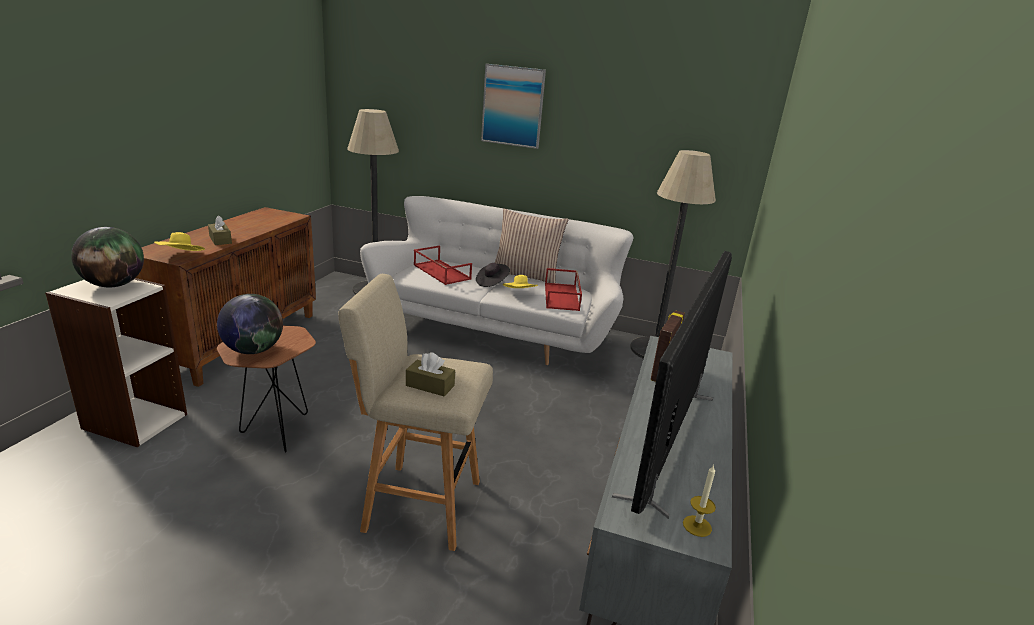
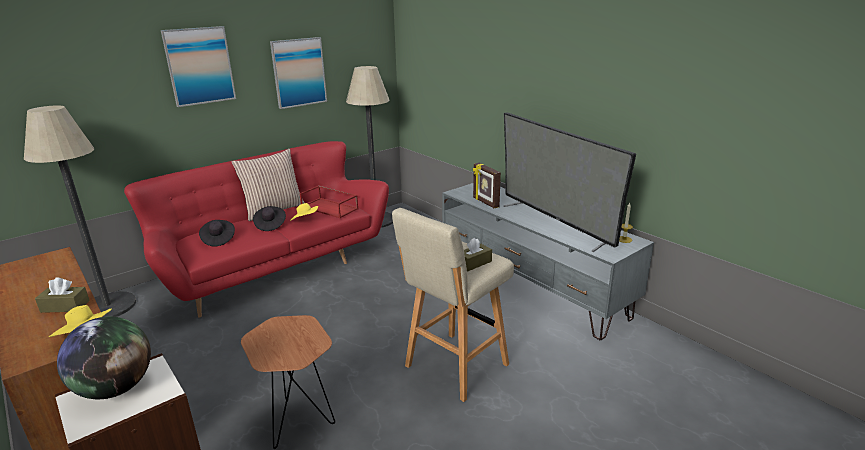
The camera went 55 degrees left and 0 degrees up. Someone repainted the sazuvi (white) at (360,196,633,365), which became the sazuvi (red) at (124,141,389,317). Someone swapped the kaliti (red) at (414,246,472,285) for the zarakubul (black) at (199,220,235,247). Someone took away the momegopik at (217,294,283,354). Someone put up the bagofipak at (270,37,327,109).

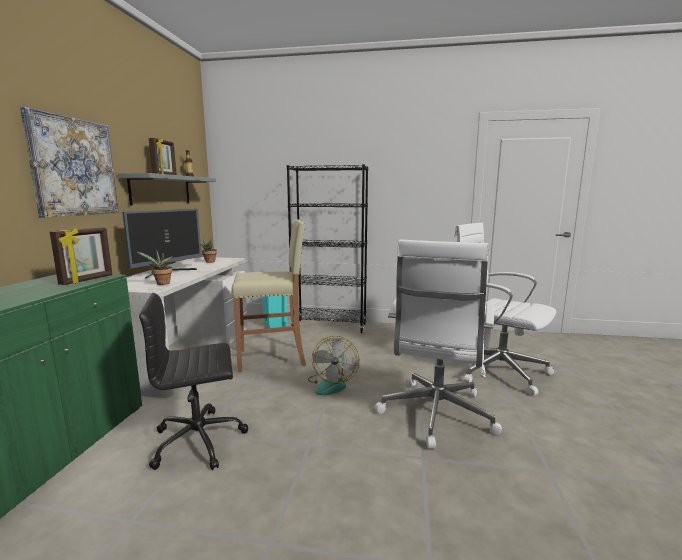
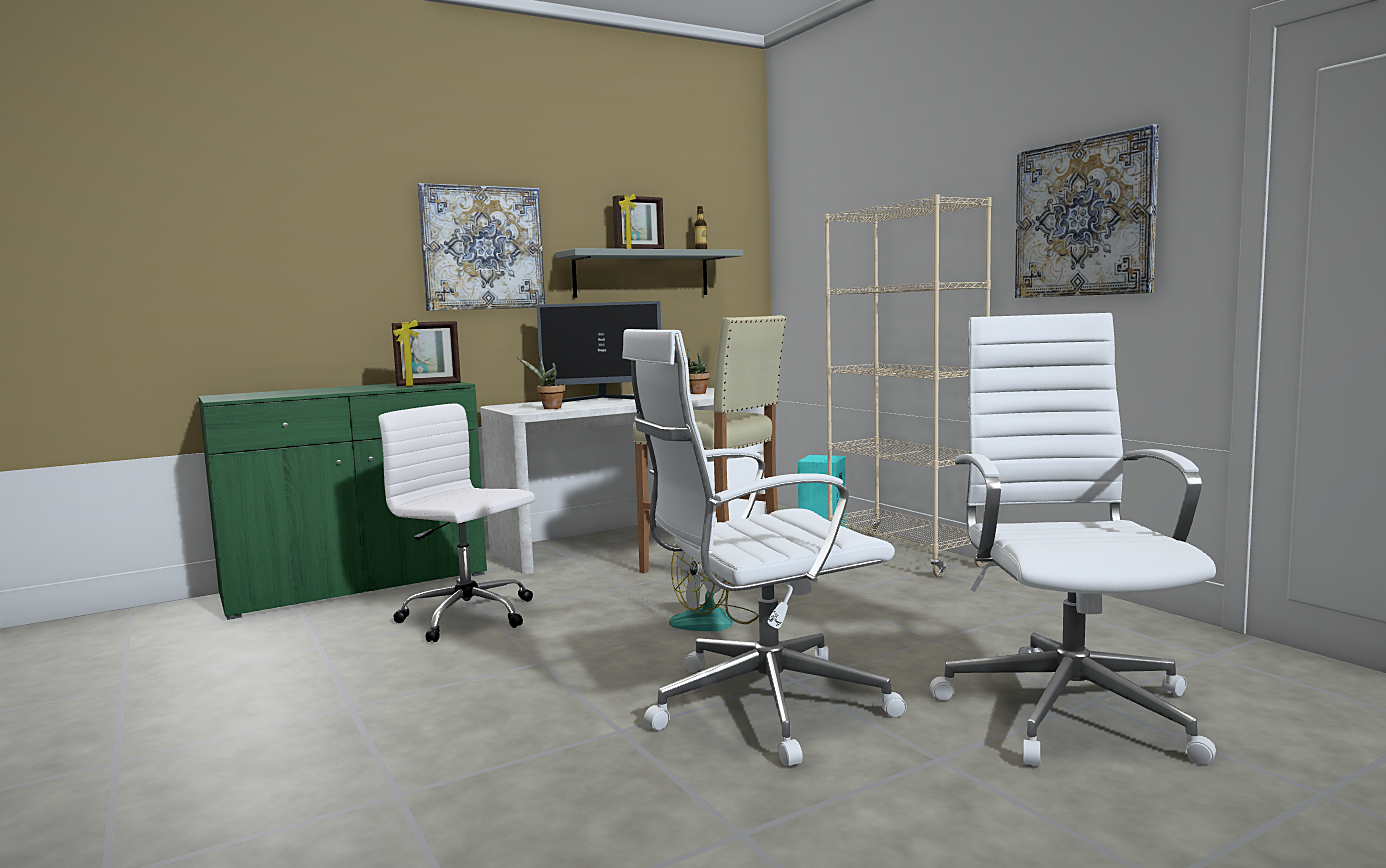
The camera went 50 degrees right and 5 degrees down. Someone repainted the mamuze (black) at (287,164,368,333), which became the mamuze (beige) at (824,195,992,577). Someone repainted the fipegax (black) at (139,293,249,470), which became the fipegax (white) at (379,403,535,642). Someone put up the bagofipak at (1015,124,1159,298).

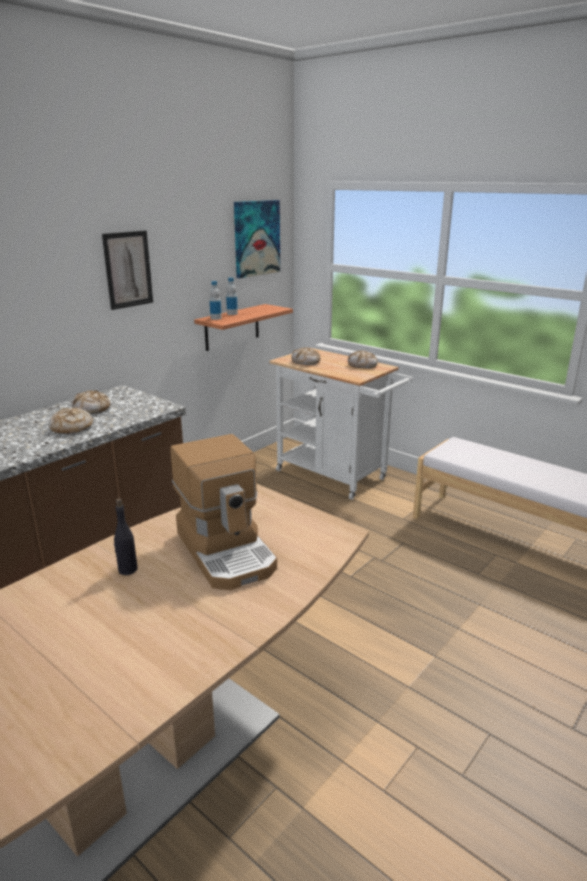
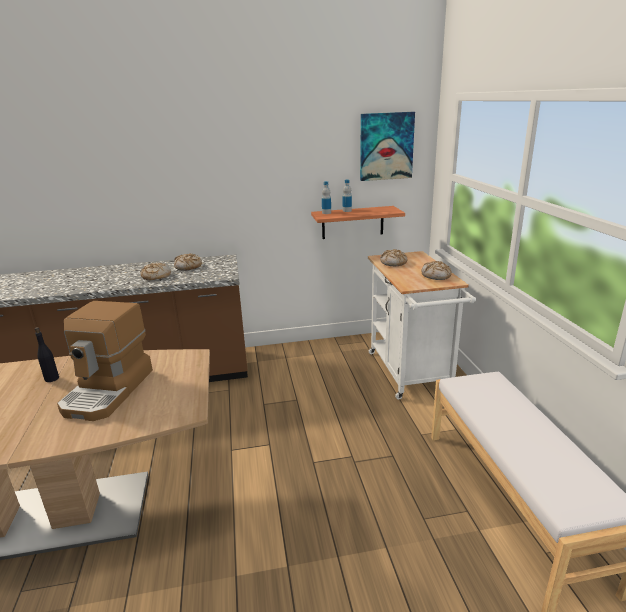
The camera went 40 degrees right and 0 degrees up. Someone took away the bagofipak at (102,230,153,310).

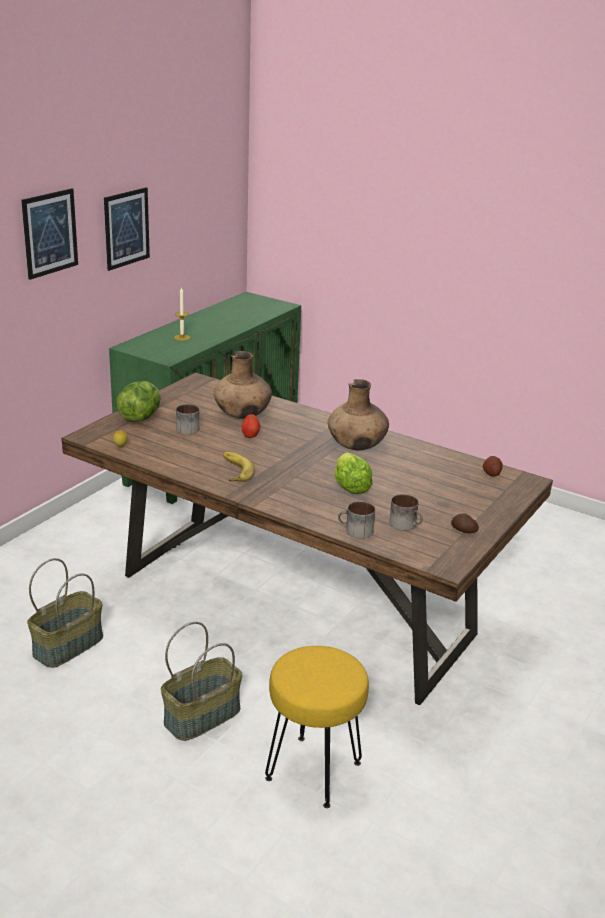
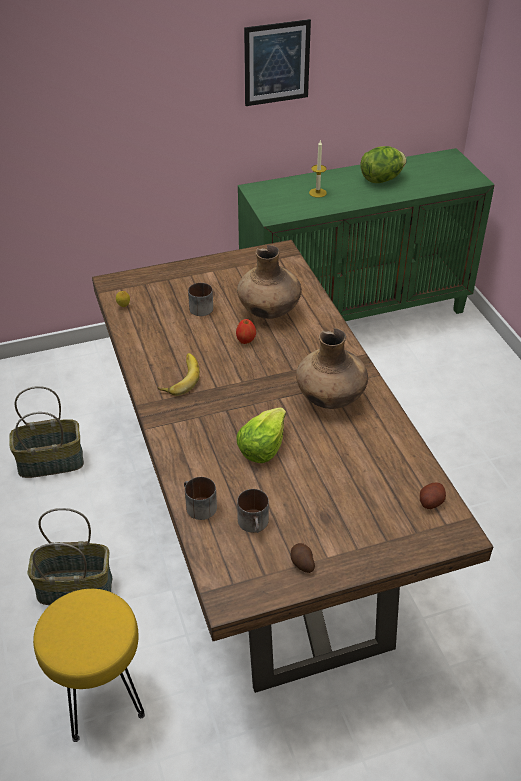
The camera went 40 degrees right and 15 degrees up. Someone took away the bagofipak at (21,188,78,280). Someone carried the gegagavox from (116,381,161,422) to (360,146,407,183).

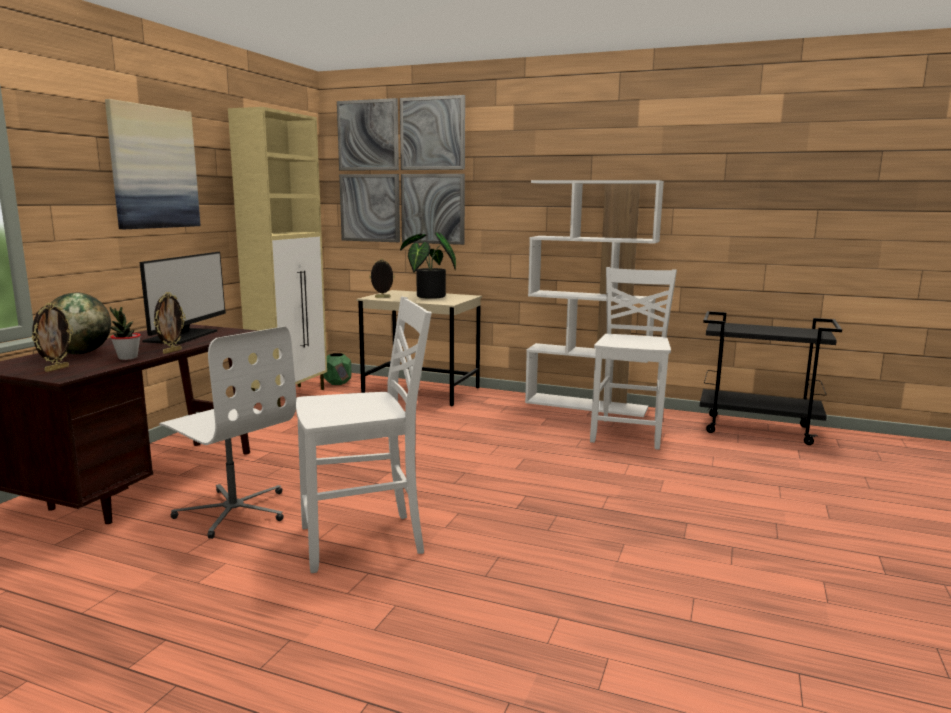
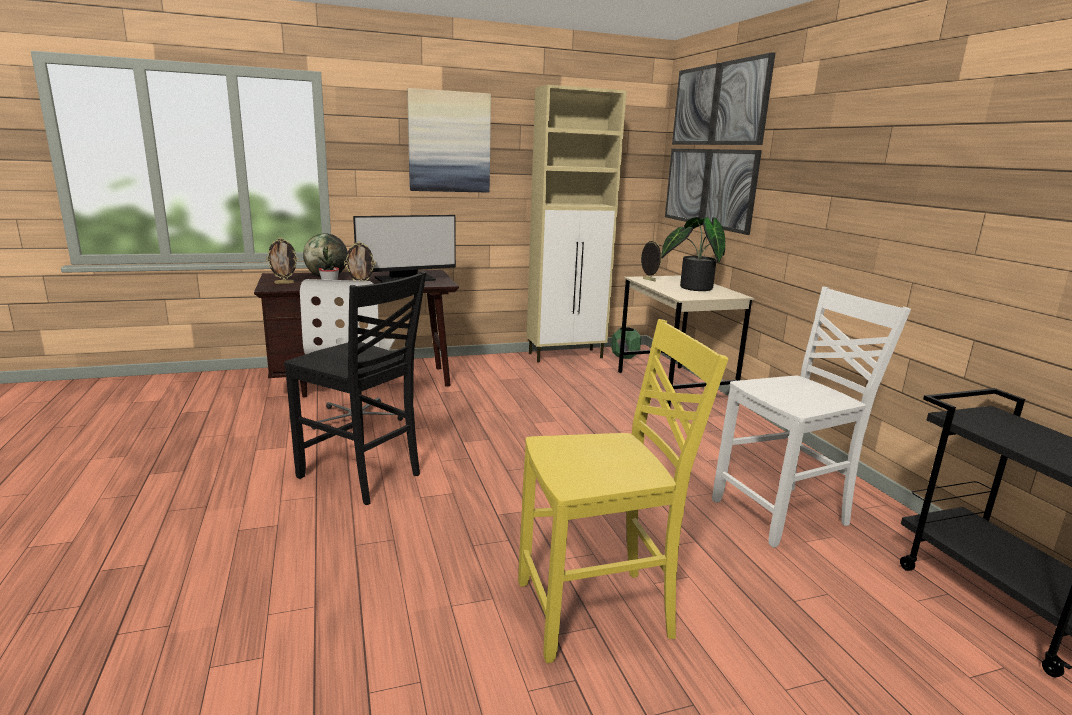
The camera went 50 degrees right and 5 degrees up. Someone took away the mamuze (white) at (525,180,664,417). Someone repainted the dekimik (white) at (296,297,432,573), which became the dekimik (black) at (284,271,426,505). Someone put down the dekimik (yellow) at (518,319,728,663).

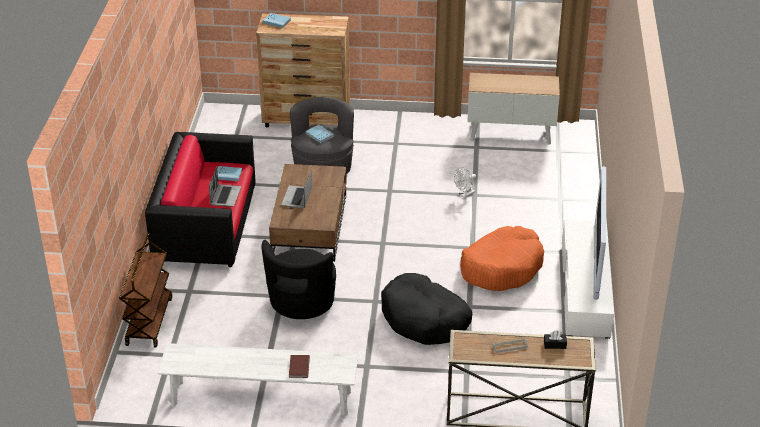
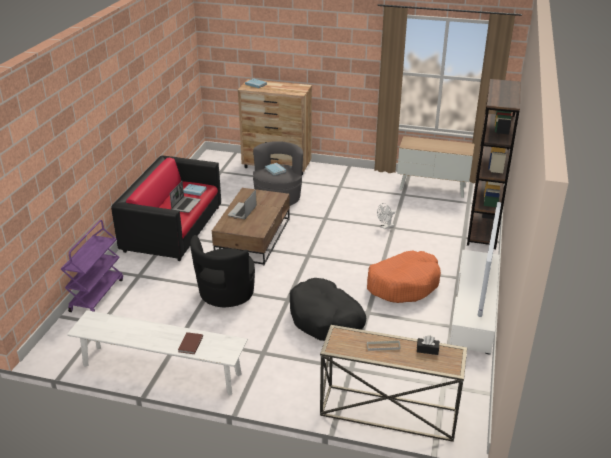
The camera went 10 degrees right and 5 degrees down. Someone repainted the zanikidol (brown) at (119,233,172,347), which became the zanikidol (purple) at (61,220,123,312). Someone put down the mamuze (brown) at (467,79,521,249).

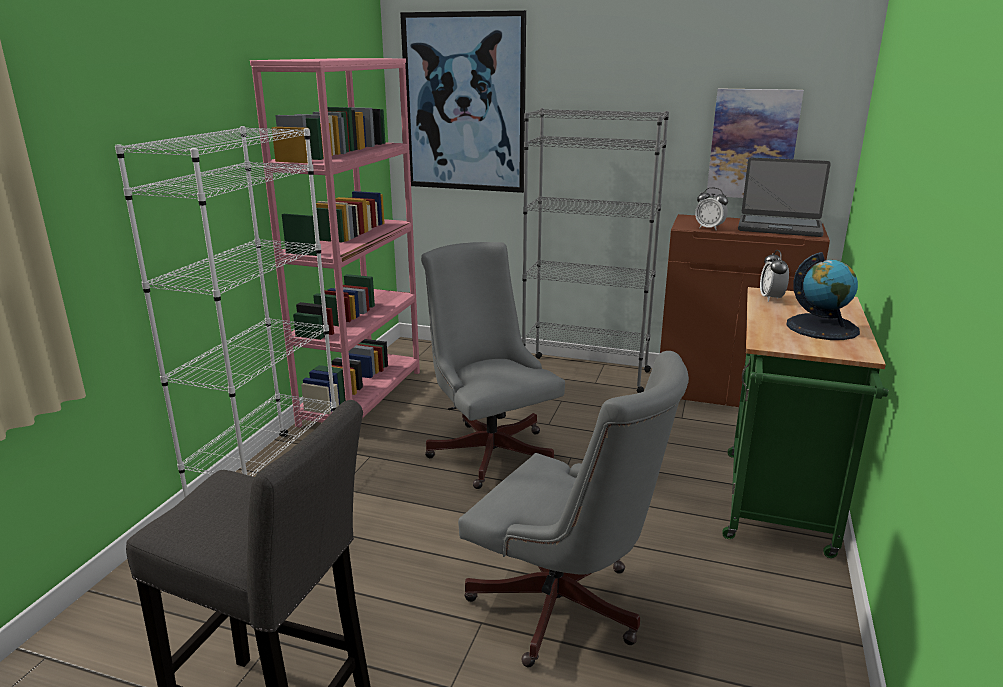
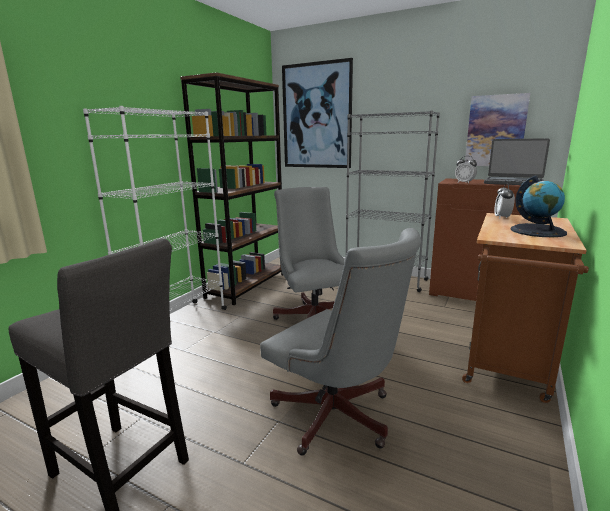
The camera went 10 degrees right and 5 degrees down. Someone repainted the mamuze (pink) at (250,58,420,428), which became the mamuze (brown) at (180,72,283,305). Someone repainted the zanikidol (green) at (722,287,888,558), which became the zanikidol (brown) at (462,213,589,403).

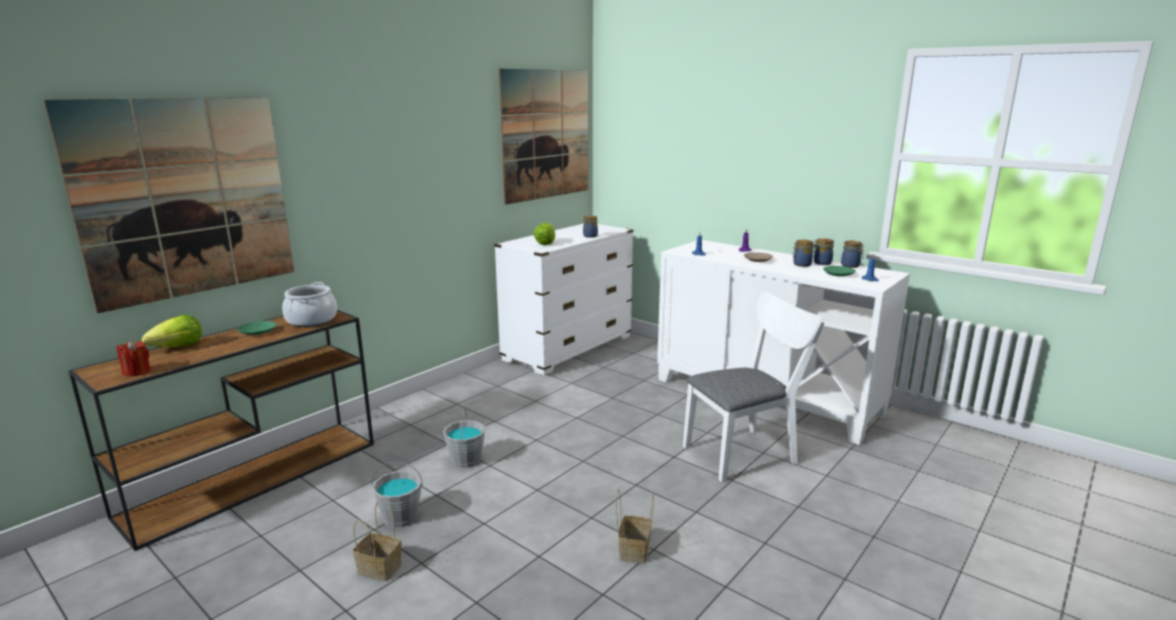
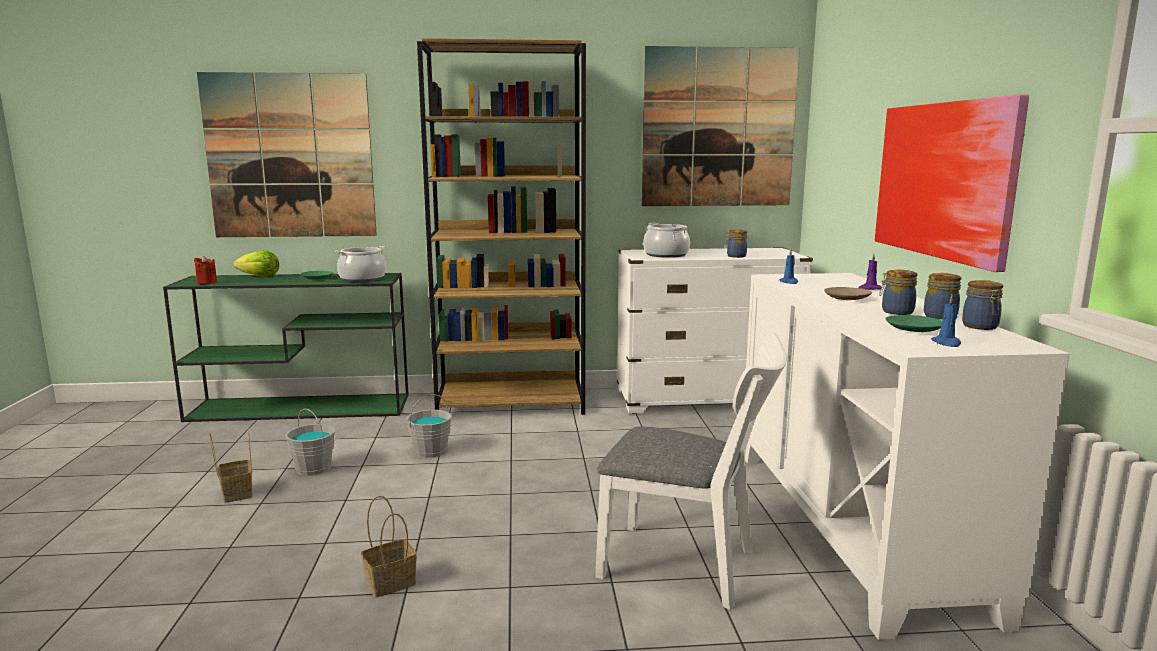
The camera went 45 degrees right and 5 degrees down. Someone swapped the gegagavox at (533,223,555,245) for the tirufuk at (643,223,690,258). Someone repainted the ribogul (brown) at (68,310,374,551), which became the ribogul (green) at (163,273,409,422). Someone put down the mamuze (brown) at (417,38,586,415). Someone put up the bagofipak at (875,95,1029,272).

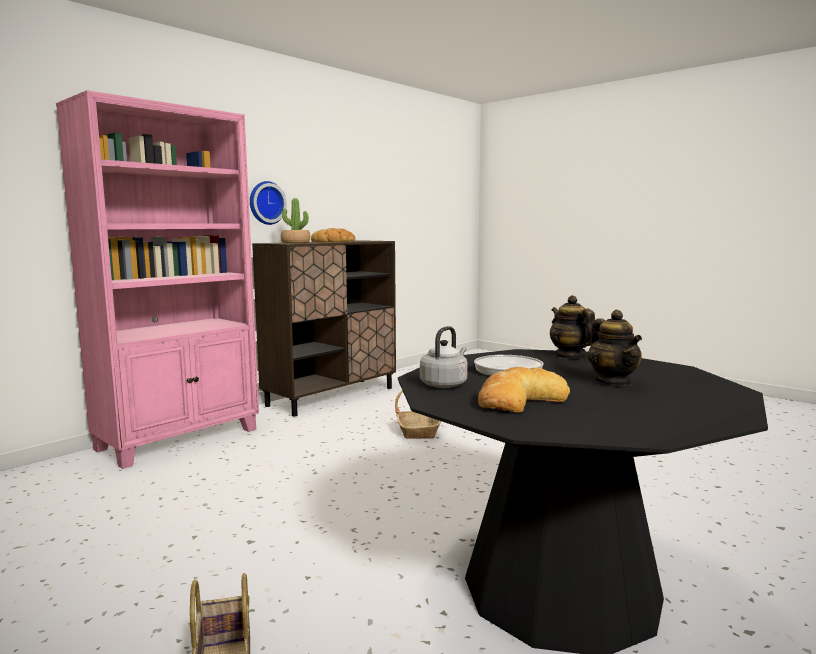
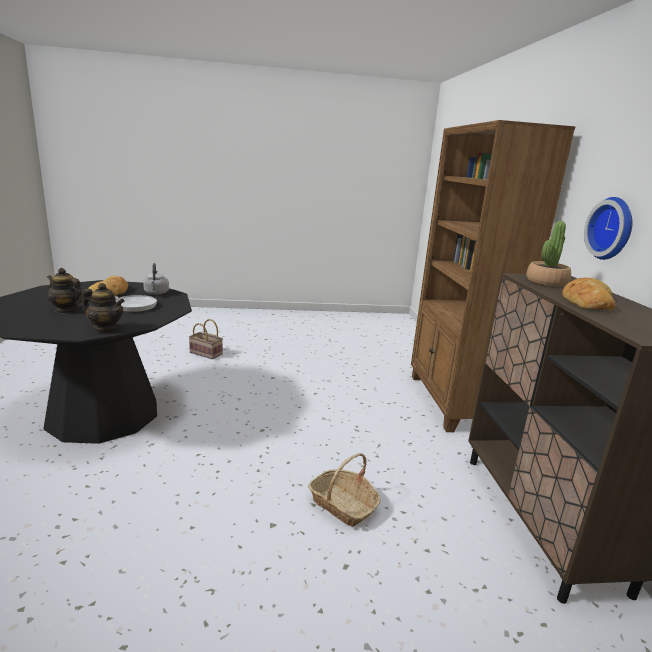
The camera went 130 degrees right and 10 degrees up. Someone repainted the mamuze (pink) at (56,90,259,469), which became the mamuze (brown) at (411,120,576,432).

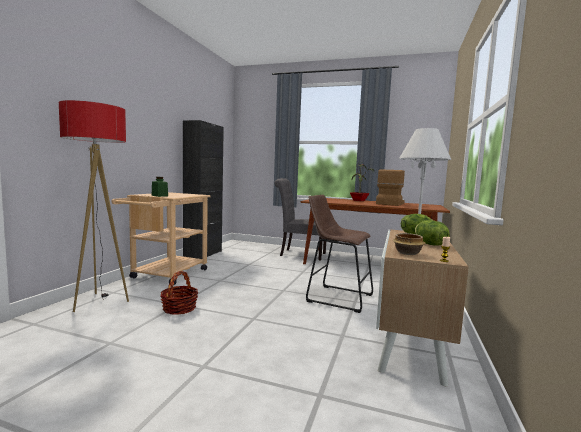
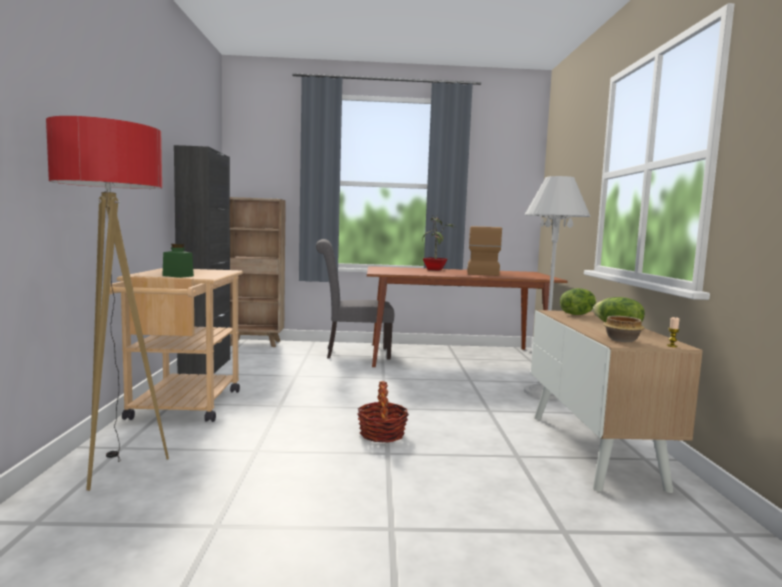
The camera went 20 degrees left and 0 degrees up. Someone took away the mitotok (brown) at (306,195,373,313). Someone carried the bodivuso from (160,271,198,315) to (357,381,409,442). Someone put down the mamuze (brown) at (230,197,286,347).

